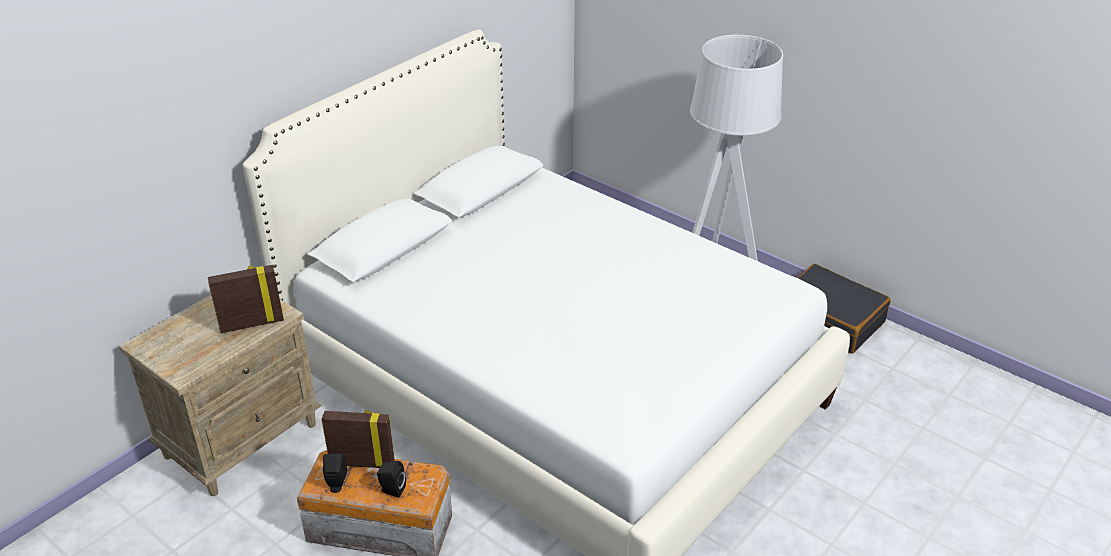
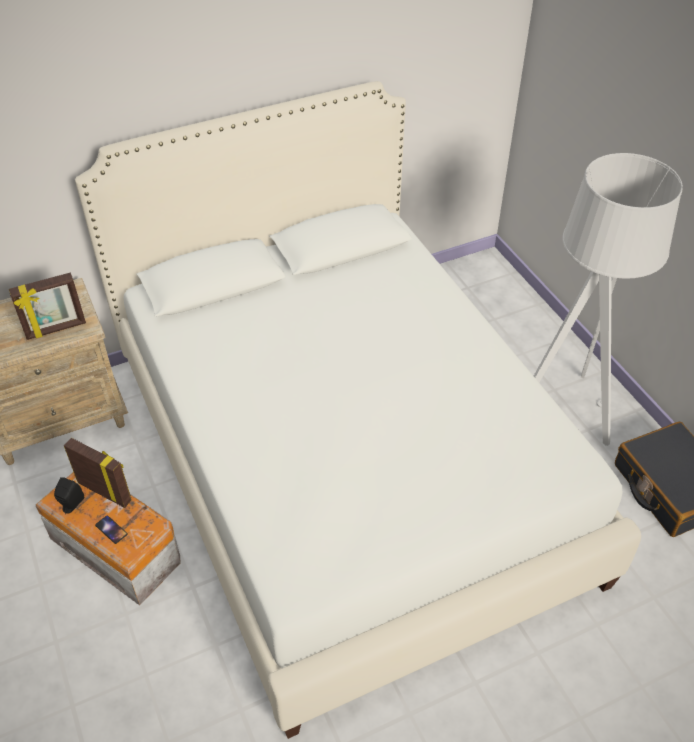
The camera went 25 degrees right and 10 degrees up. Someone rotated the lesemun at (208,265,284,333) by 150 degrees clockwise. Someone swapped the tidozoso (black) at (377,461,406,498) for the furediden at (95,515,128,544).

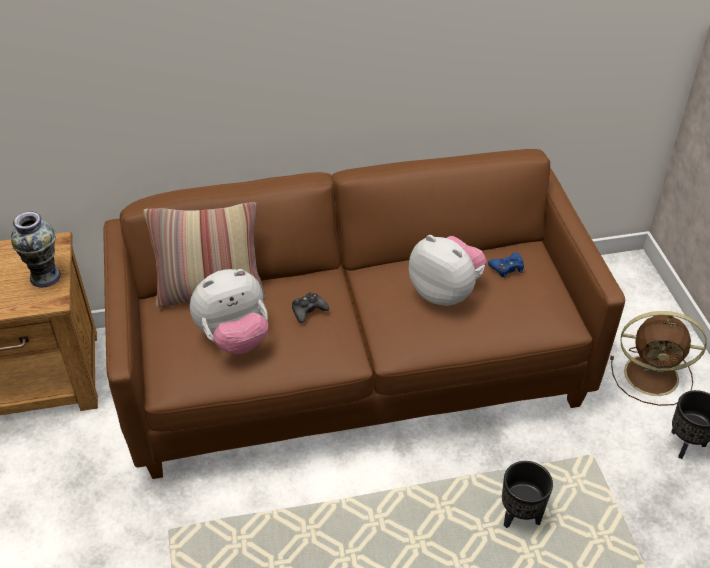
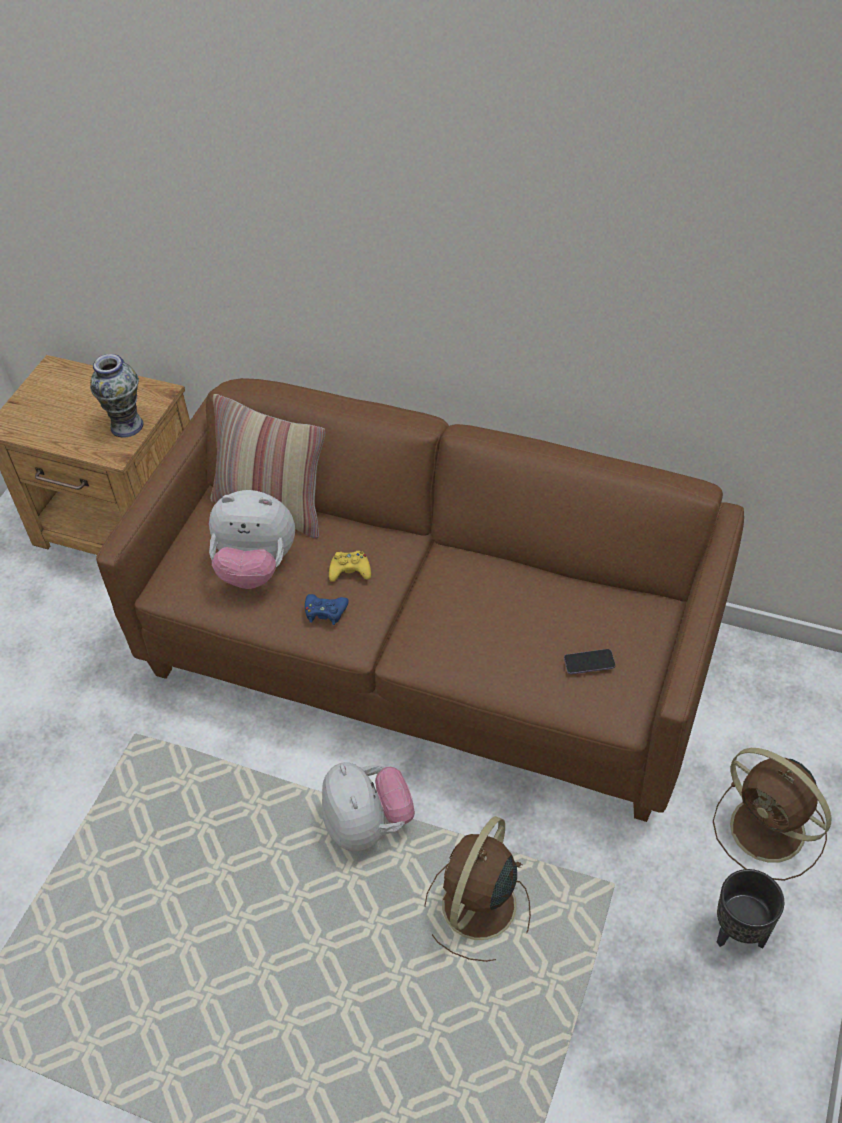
The camera went 35 degrees right and 5 degrees up. Someone carried the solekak from (409,235,487,306) to (322,762,415,851). Someone carried the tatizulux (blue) from (488,253,524,278) to (305,594,349,625). Someone repainted the tatizulux (black) at (292,292,329,323), which became the tatizulux (yellow) at (329,551,371,582). Someone swapped the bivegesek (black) at (502,461,553,528) for the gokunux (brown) at (424,816,531,962). Someone put down the furediden at (564,649,615,674).

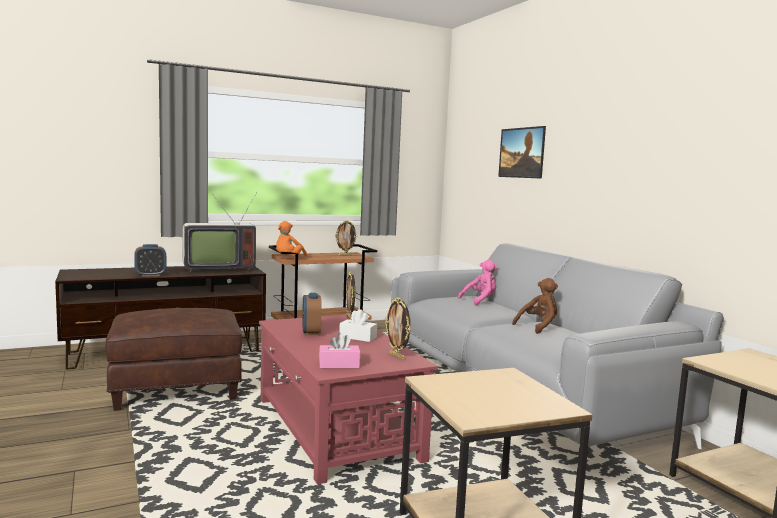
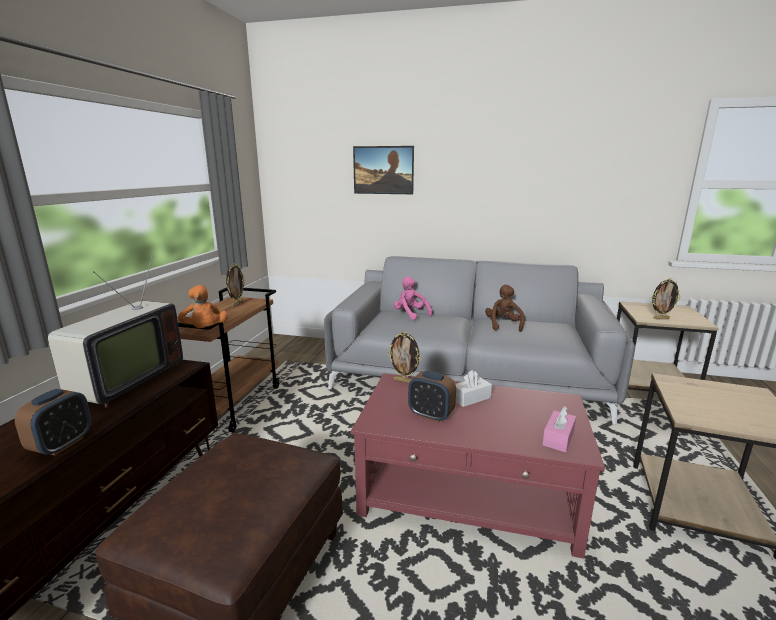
The camera went 50 degrees left and 10 degrees up. Someone rotated the solekak (pink) at (458,260,498,305) by 45 degrees counterclockwise. Someone carried the lesemun from (385,297,411,360) to (652,279,681,319).

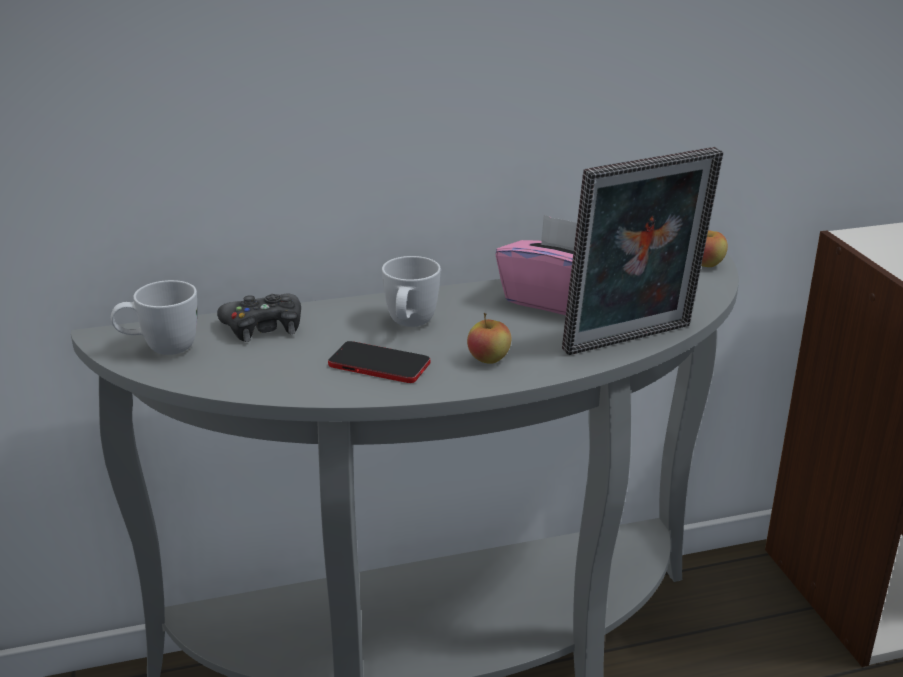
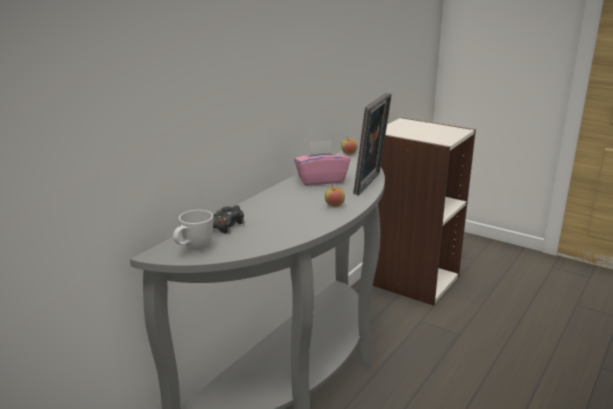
The camera went 40 degrees left and 5 degrees down. Someone took away the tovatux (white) at (382,256,441,327). Someone took away the furediden at (328,341,431,383).

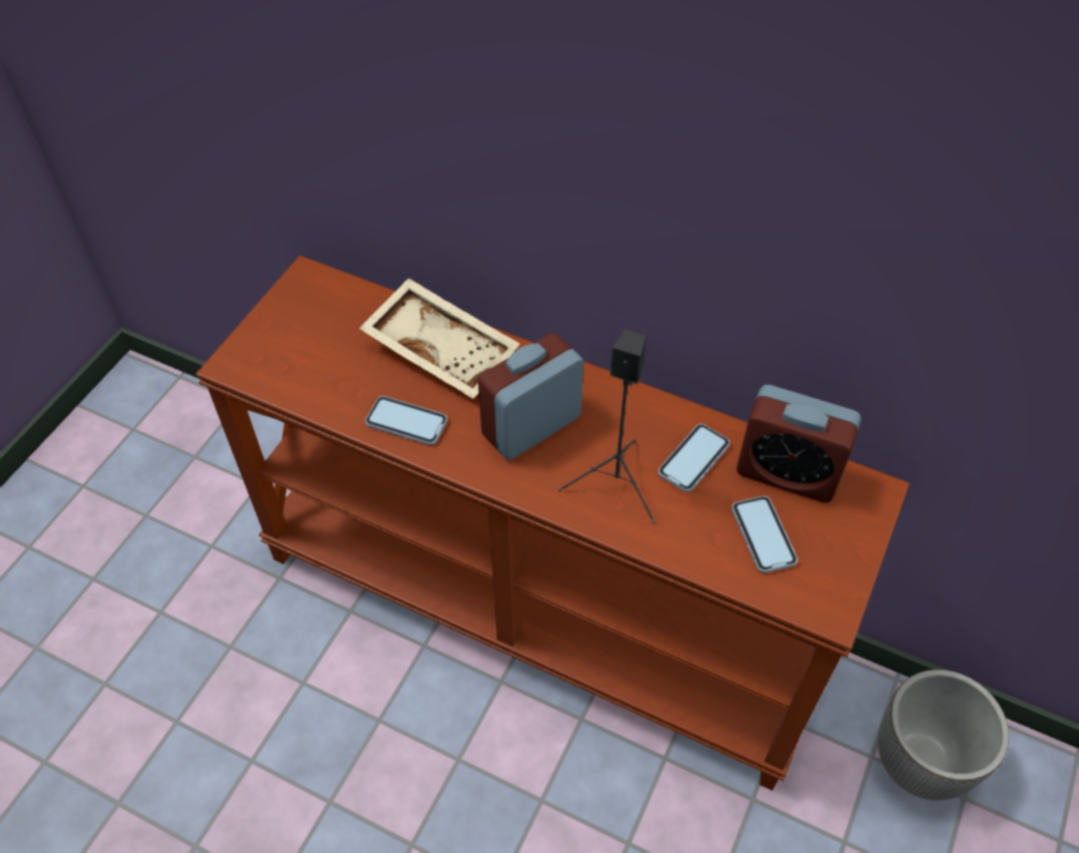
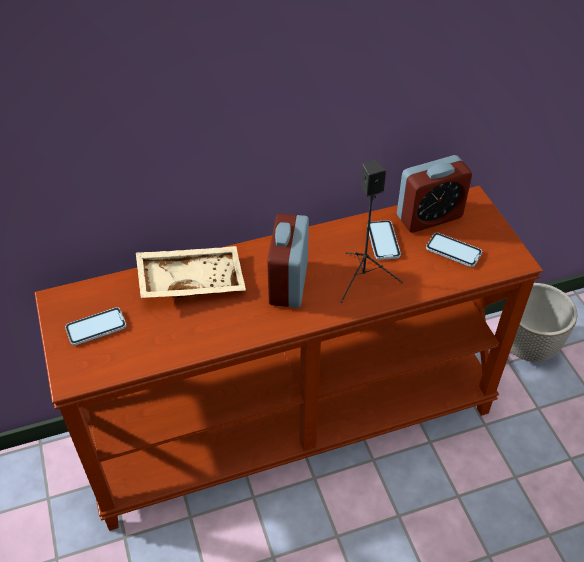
The camera went 45 degrees left and 5 degrees down. Someone carried the furediden from (365,396,447,445) to (65,307,127,346).

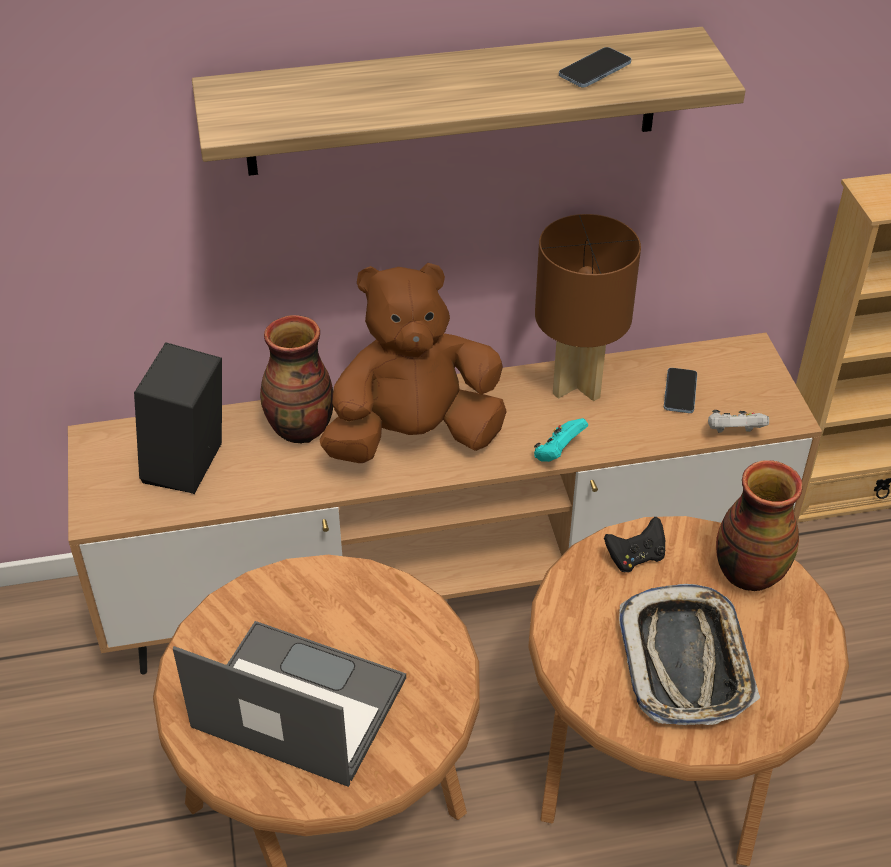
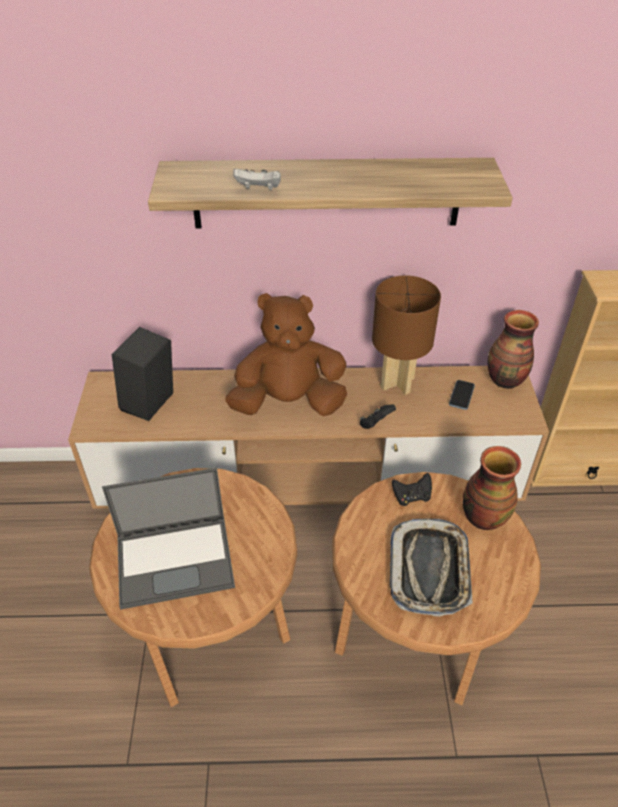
The camera went 10 degrees right and 0 degrees up. Someone took away the furediden at (559,47,631,88). Someone carried the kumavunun from (260,315,333,443) to (488,310,539,389). Someone carried the tatizulux (white) from (708,410,769,433) to (233,168,281,190). Someone repainted the tatizulux (turquoise) at (534,418,588,462), which became the tatizulux (black) at (360,404,396,429). Someone rotated the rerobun at (173,621,406,787) by 135 degrees clockwise.

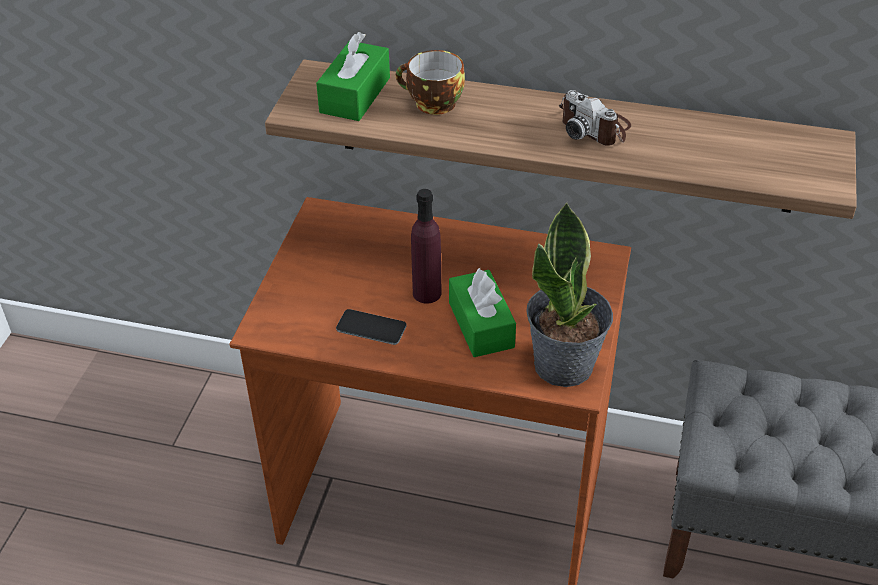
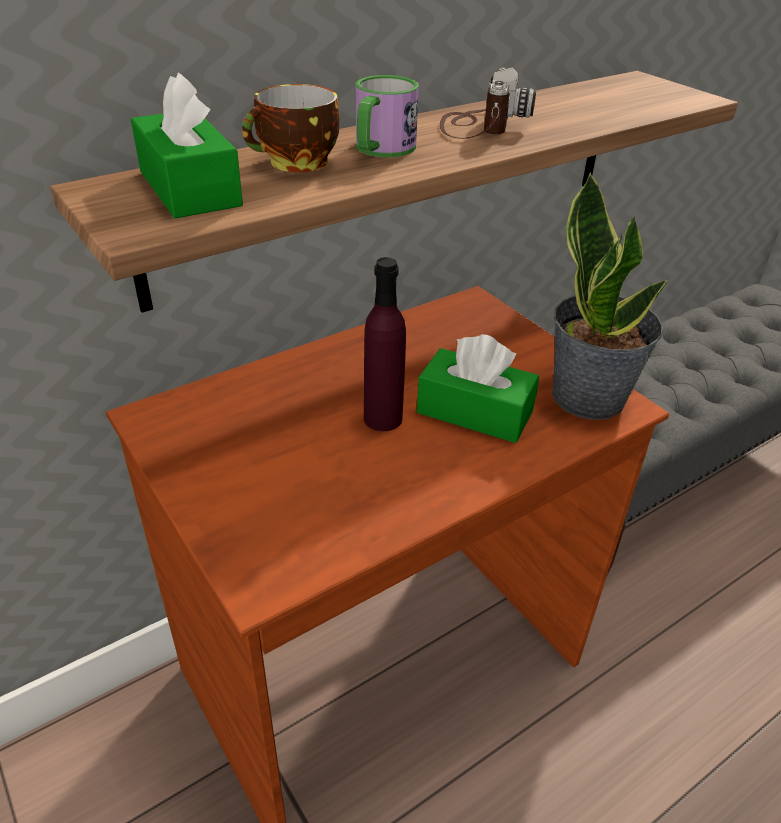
The camera went 50 degrees left and 5 degrees down. Someone rotated the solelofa at (559,90,631,146) by 75 degrees counterclockwise. Someone took away the furediden at (336,309,407,345). Someone put down the tovatux at (356,75,419,157).

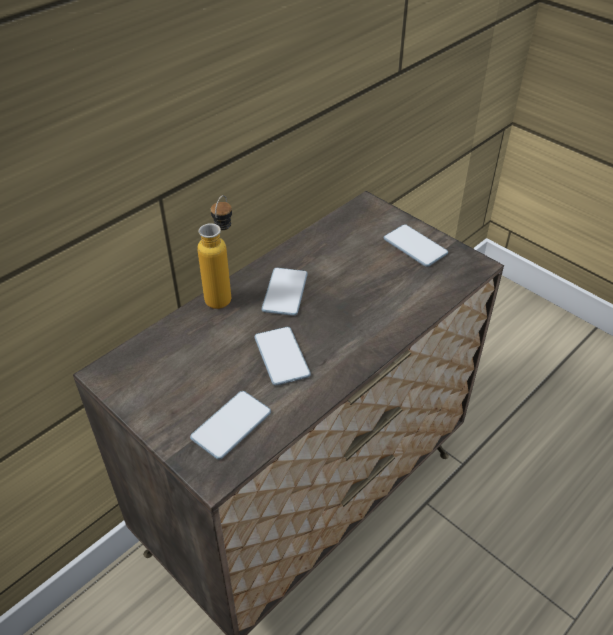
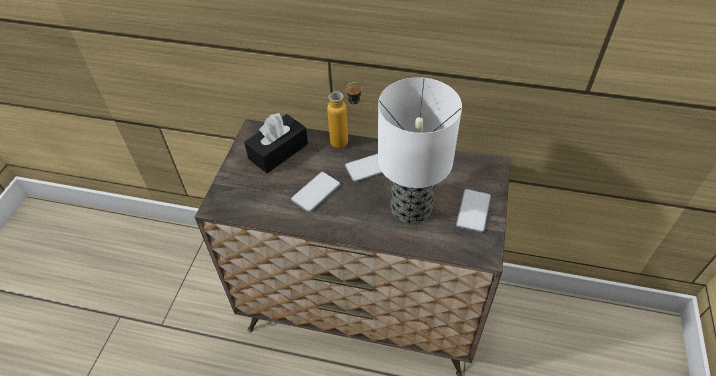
The camera went 60 degrees right and 5 degrees up. Someone took away the furediden at (190,391,271,460). Someone put down the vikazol at (378,77,462,223). Someone put down the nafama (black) at (244,113,308,173).

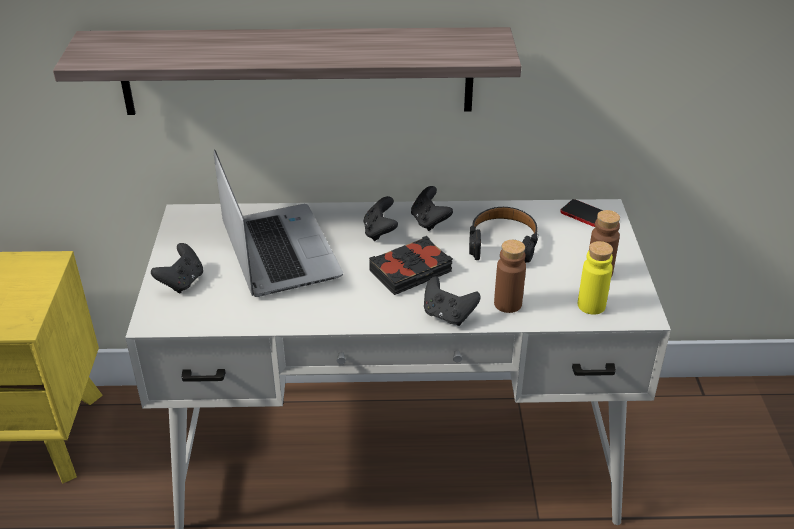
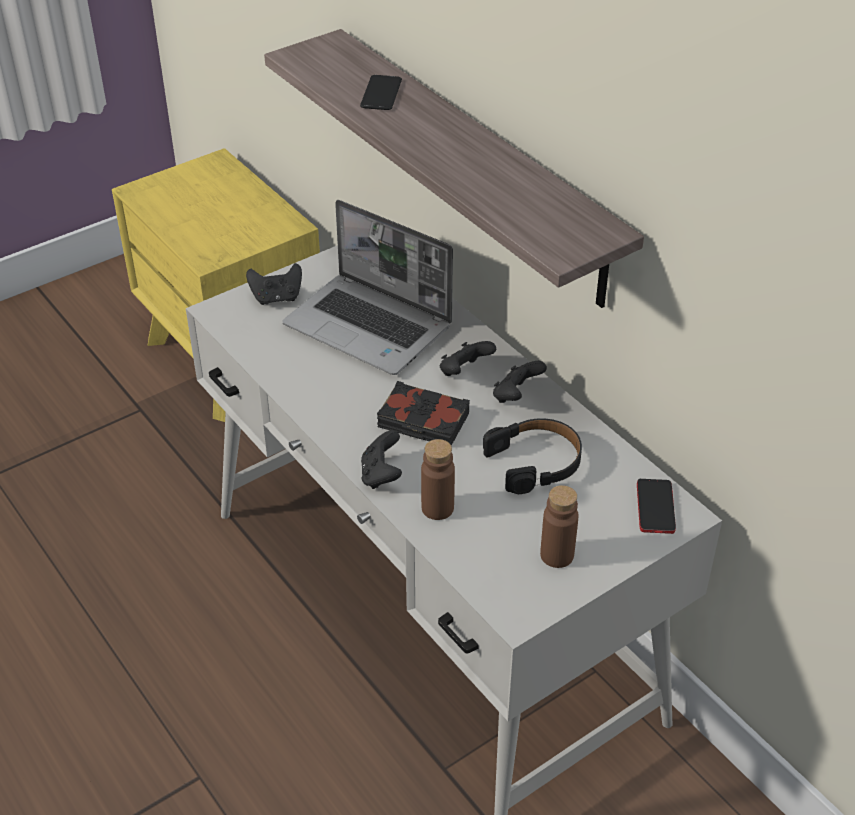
The camera went 55 degrees right and 5 degrees up. Someone rotated the rerobun at (214,150,343,297) by 90 degrees clockwise. Someone took away the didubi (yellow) at (578,241,613,315). Someone put down the furediden at (360,75,402,110).

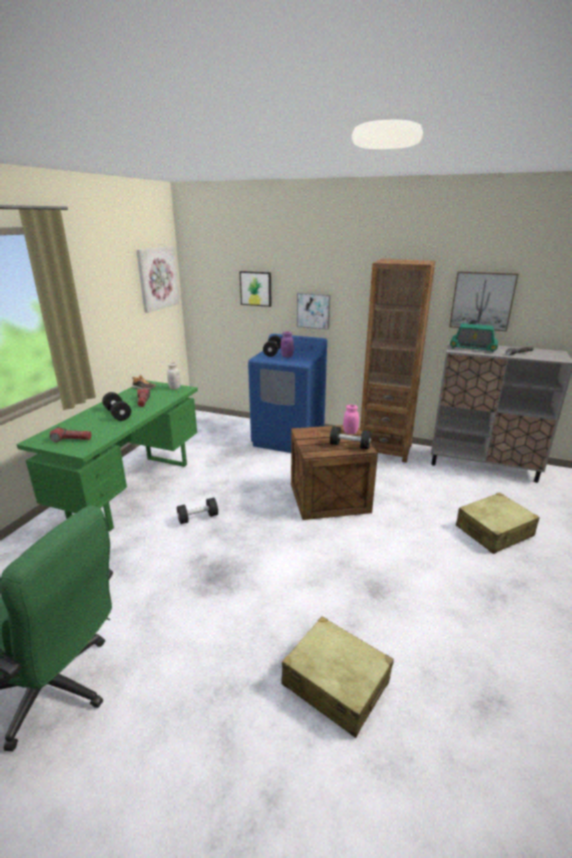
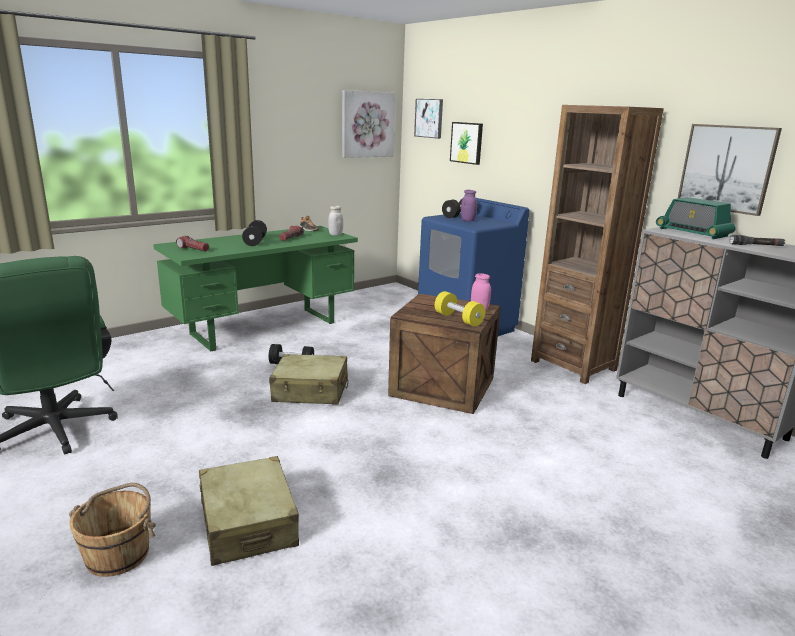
The camera went 30 degrees right and 5 degrees down. Someone carried the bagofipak from (297,293,330,330) to (414,99,443,139). Someone repainted the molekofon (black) at (330,426,371,450), which became the molekofon (yellow) at (435,291,486,326). Someone carried the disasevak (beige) from (456,492,540,554) to (269,354,348,405). Someone put down the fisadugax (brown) at (69,483,156,577).

